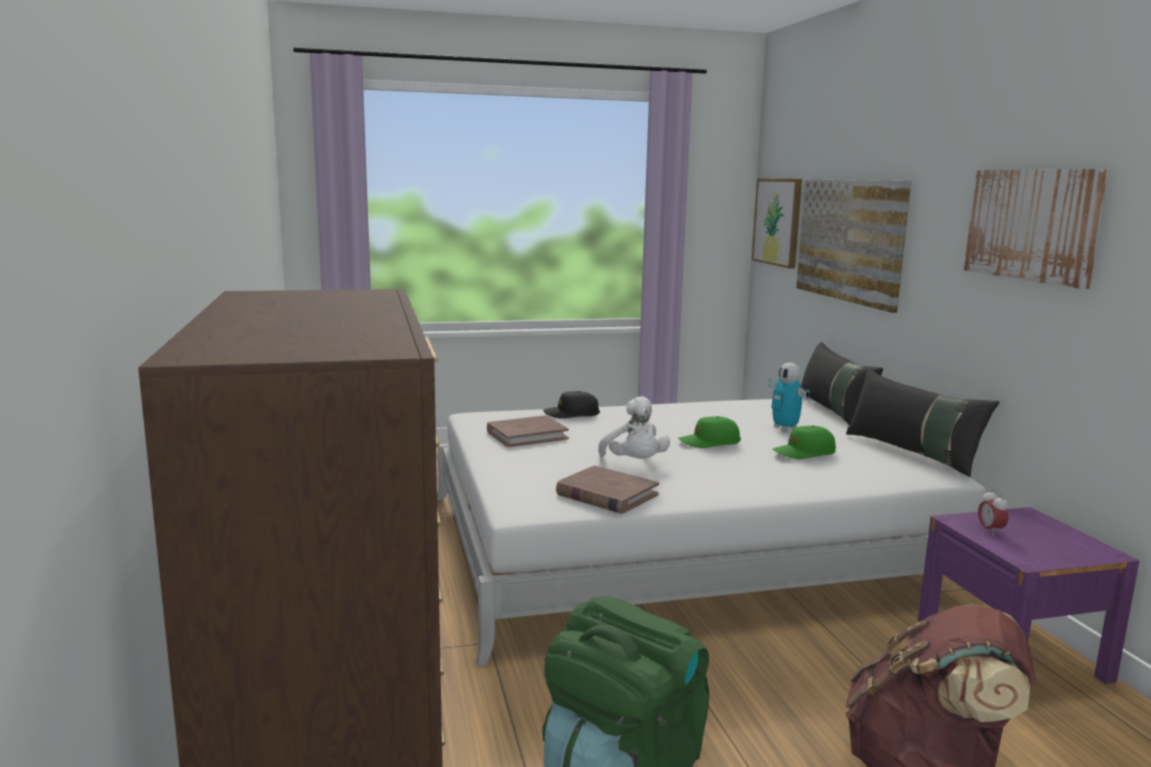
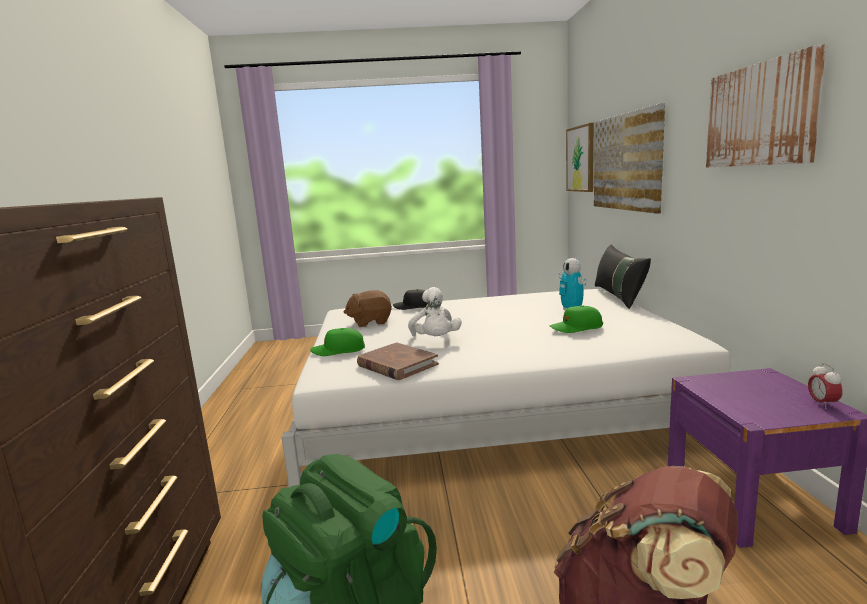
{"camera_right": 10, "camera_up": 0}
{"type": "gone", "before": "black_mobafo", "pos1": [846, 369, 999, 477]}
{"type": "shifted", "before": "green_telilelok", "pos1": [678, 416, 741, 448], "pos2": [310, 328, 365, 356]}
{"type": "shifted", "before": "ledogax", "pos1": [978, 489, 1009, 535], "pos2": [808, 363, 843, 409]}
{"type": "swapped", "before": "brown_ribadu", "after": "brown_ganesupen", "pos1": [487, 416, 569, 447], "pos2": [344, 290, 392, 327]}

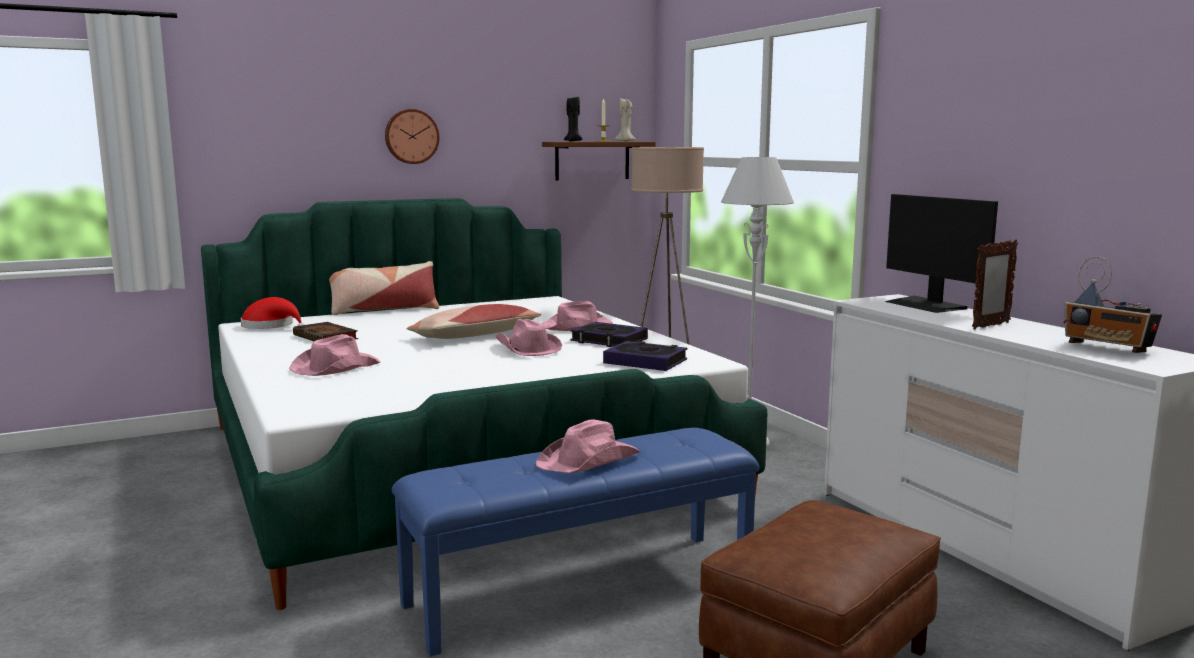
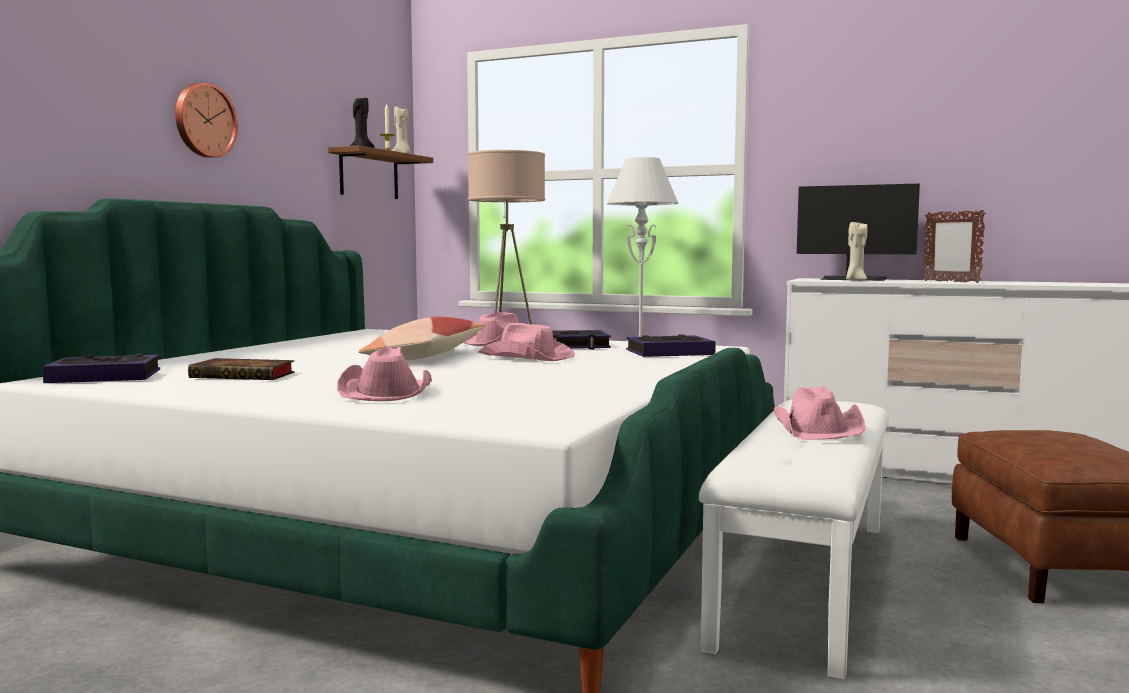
{"camera_right": -40, "camera_up": -5}
{"type": "gone", "before": "mobafo", "pos1": [329, 261, 439, 315]}
{"type": "gone", "before": "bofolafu", "pos1": [1063, 256, 1162, 353]}
{"type": "new", "after": "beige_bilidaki", "pos2": [846, 220, 867, 281]}
{"type": "swapped", "before": "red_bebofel", "after": "ribadu", "pos1": [241, 297, 304, 329], "pos2": [42, 353, 160, 383]}
{"type": "repainted", "before": "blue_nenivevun", "after": "white_nenivevun", "pos1": [392, 428, 760, 657], "pos2": [699, 400, 889, 680]}
{"type": "rotated", "before": "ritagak", "pos1": [972, 239, 1018, 329], "pos2": [923, 210, 986, 283], "turn": 120}

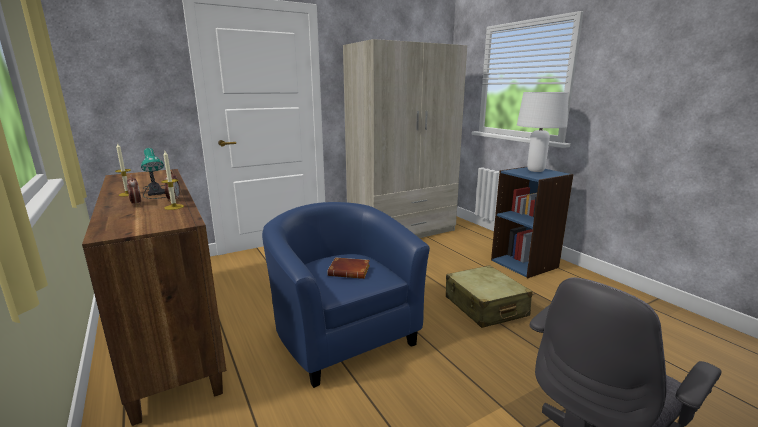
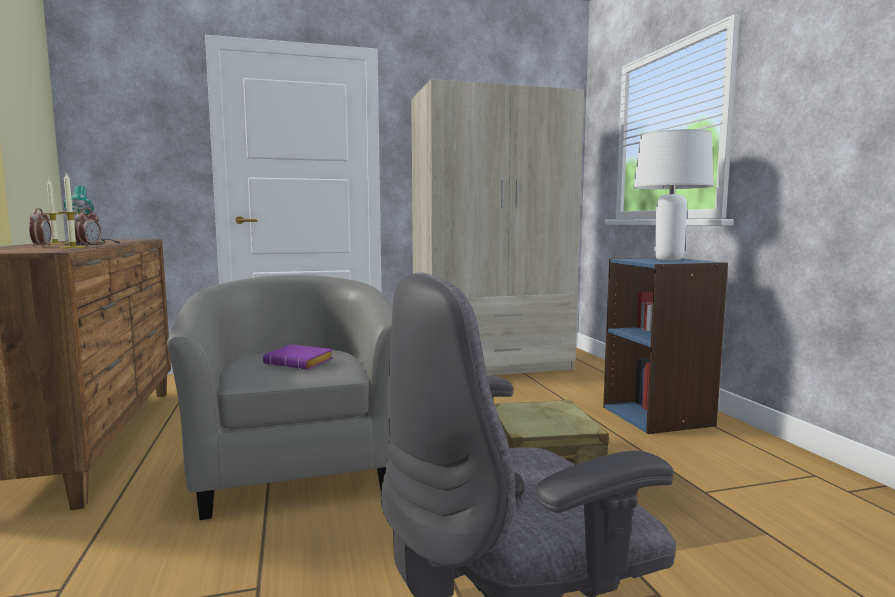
{"camera_right": 15, "camera_up": -10}
{"type": "repainted", "before": "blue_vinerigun", "after": "grey_vinerigun", "pos1": [262, 202, 430, 388], "pos2": [167, 275, 393, 520]}
{"type": "repainted", "before": "brown_ribadu", "after": "purple_ribadu", "pos1": [327, 257, 370, 279], "pos2": [263, 344, 333, 370]}

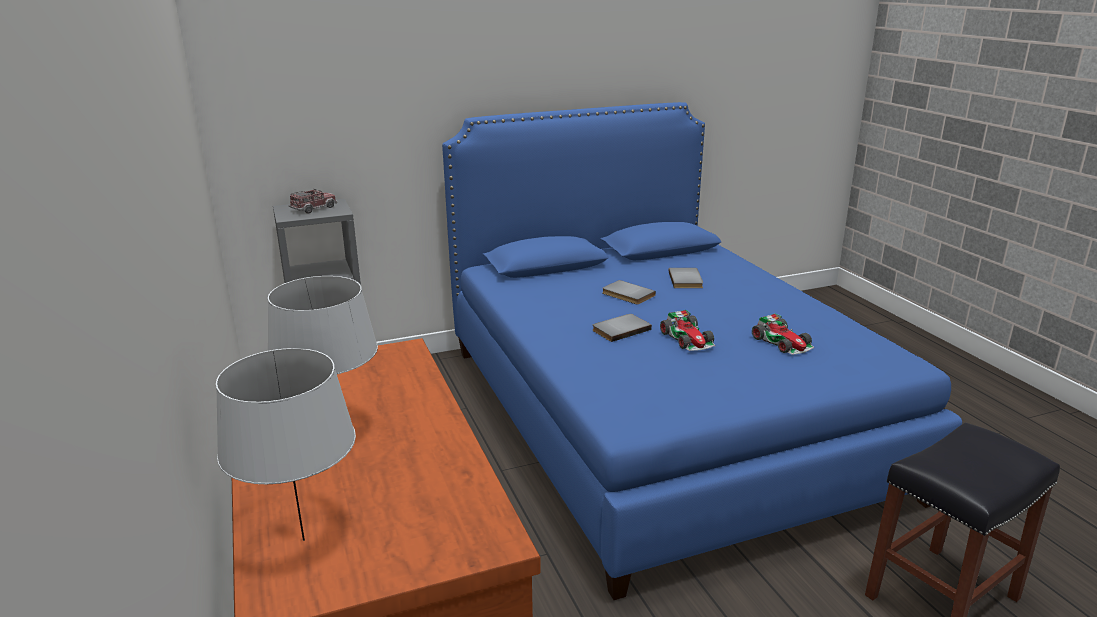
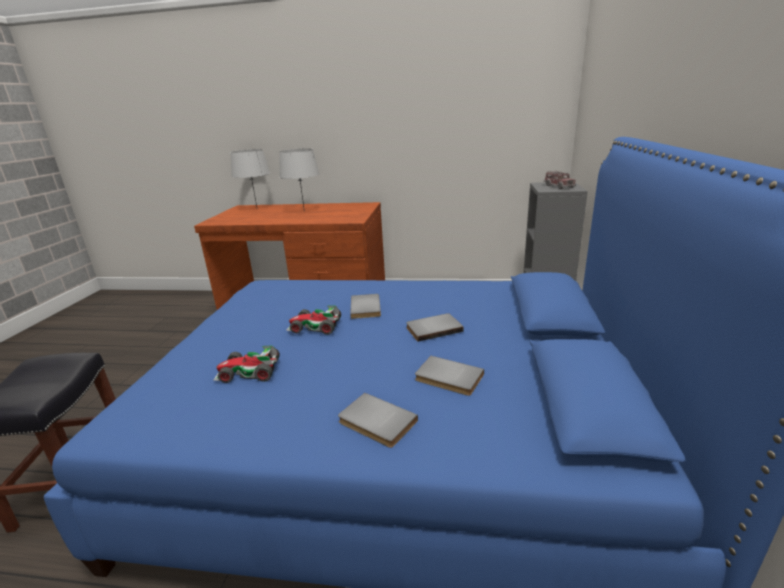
{"camera_right": 120, "camera_up": 0}
{"type": "new", "after": "grey_ribadu", "pos2": [338, 393, 418, 448]}

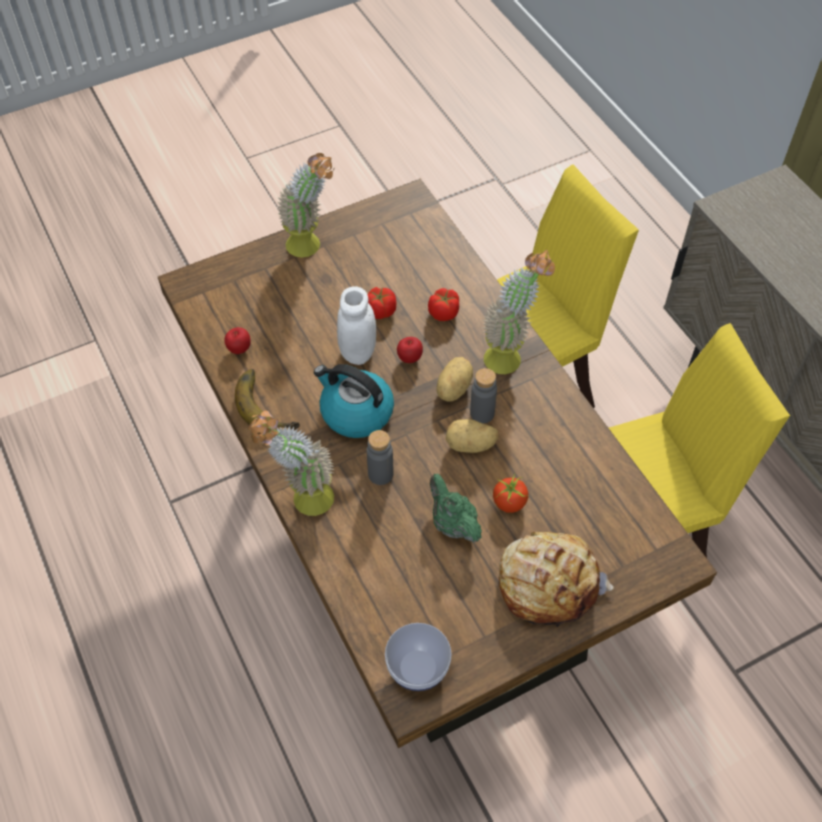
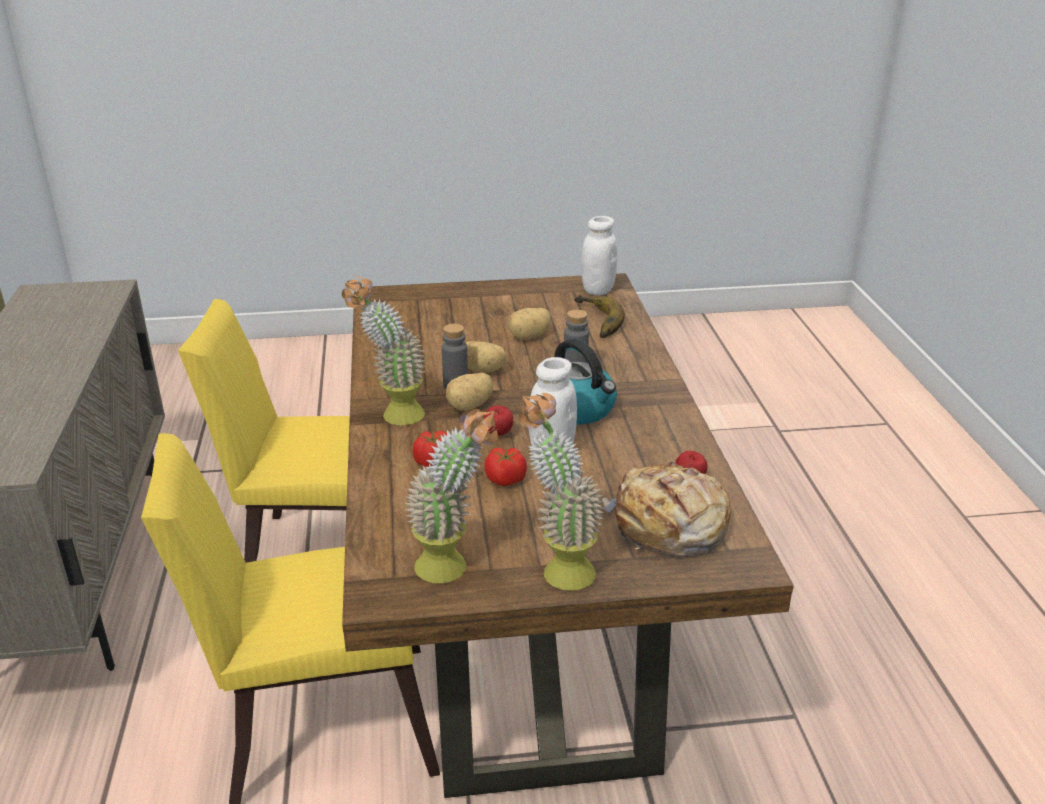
{"camera_right": -160, "camera_up": -25}
{"type": "gone", "before": "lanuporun", "pos1": [493, 474, 529, 513]}
{"type": "shifted", "before": "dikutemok", "pos1": [235, 369, 300, 430], "pos2": [574, 295, 625, 338]}
{"type": "shifted", "before": "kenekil", "pos1": [248, 411, 334, 516], "pos2": [406, 409, 498, 583]}
{"type": "shifted", "before": "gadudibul", "pos1": [499, 532, 614, 627], "pos2": [602, 462, 730, 557]}
{"type": "swapped", "before": "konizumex", "after": "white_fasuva", "pos1": [385, 623, 452, 691], "pos2": [581, 216, 617, 295]}
{"type": "swapped", "before": "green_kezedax", "after": "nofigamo", "pos1": [430, 474, 482, 543], "pos2": [508, 308, 551, 340]}

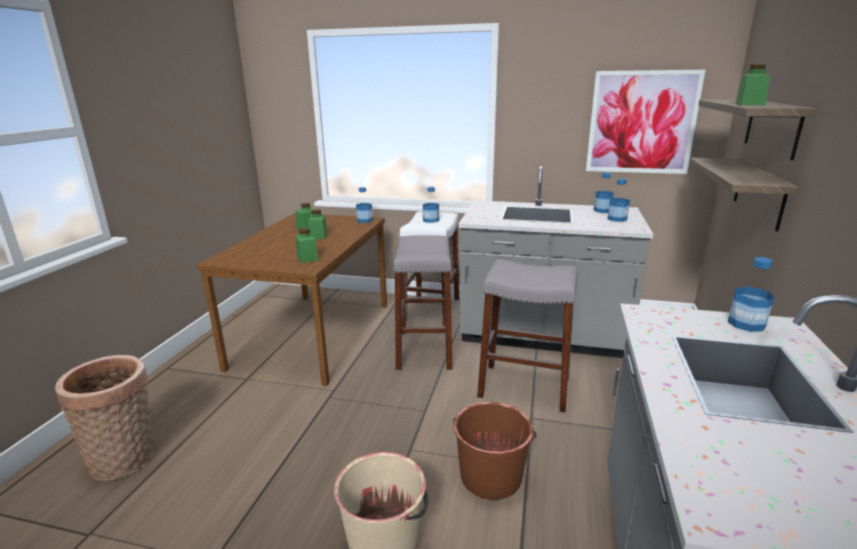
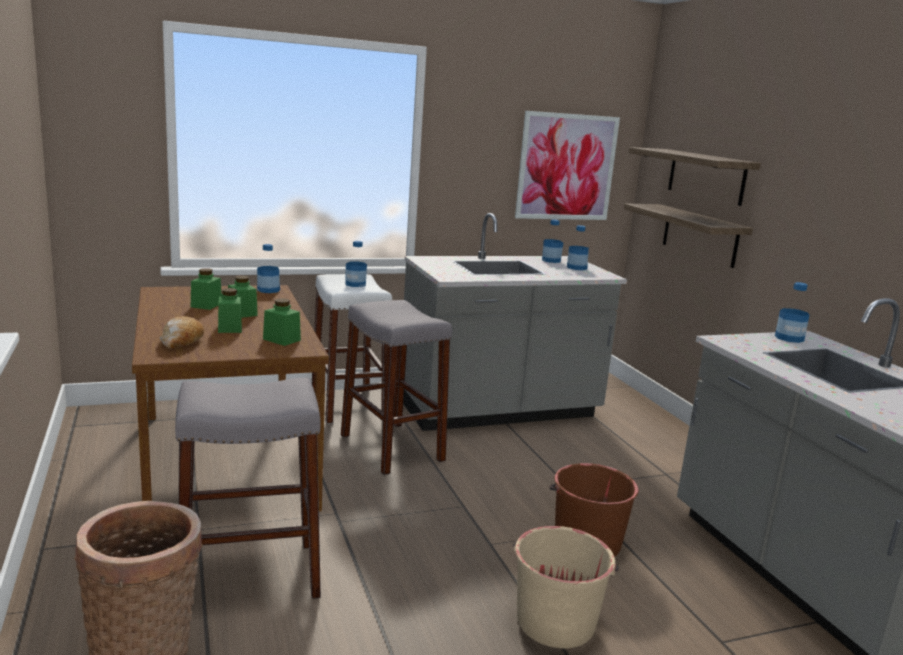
{"camera_right": -35, "camera_up": -5}
{"type": "new", "after": "gadudibul", "pos2": [160, 316, 204, 349]}
{"type": "shifted", "before": "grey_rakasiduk", "pos1": [477, 259, 578, 413], "pos2": [175, 378, 321, 599]}
{"type": "shifted", "before": "green_fasuva", "pos1": [735, 65, 771, 106], "pos2": [218, 288, 242, 333]}

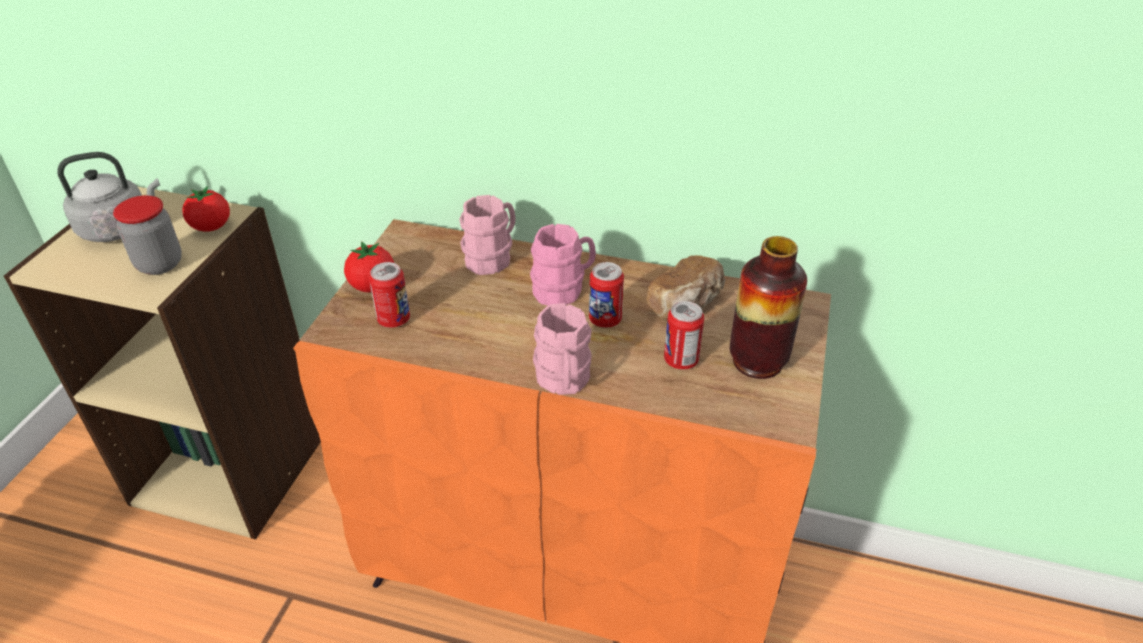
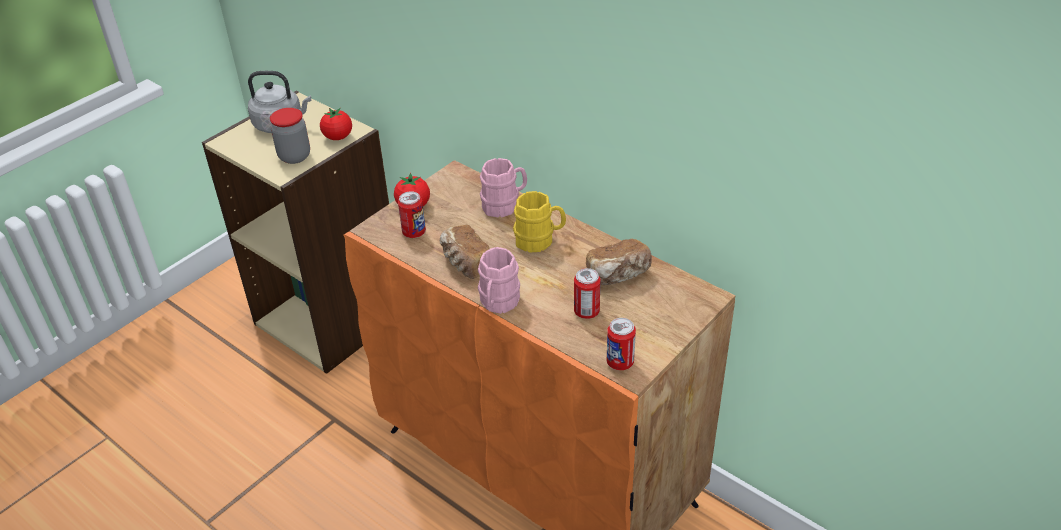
{"camera_right": 25, "camera_up": 0}
{"type": "gone", "before": "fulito", "pos1": [730, 236, 807, 379]}
{"type": "new", "after": "gadudibul", "pos2": [440, 225, 490, 279]}
{"type": "shifted", "before": "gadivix", "pos1": [589, 262, 624, 328], "pos2": [607, 318, 636, 370]}
{"type": "repainted", "before": "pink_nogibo", "after": "yellow_nogibo", "pos1": [530, 224, 596, 305], "pos2": [513, 191, 566, 253]}

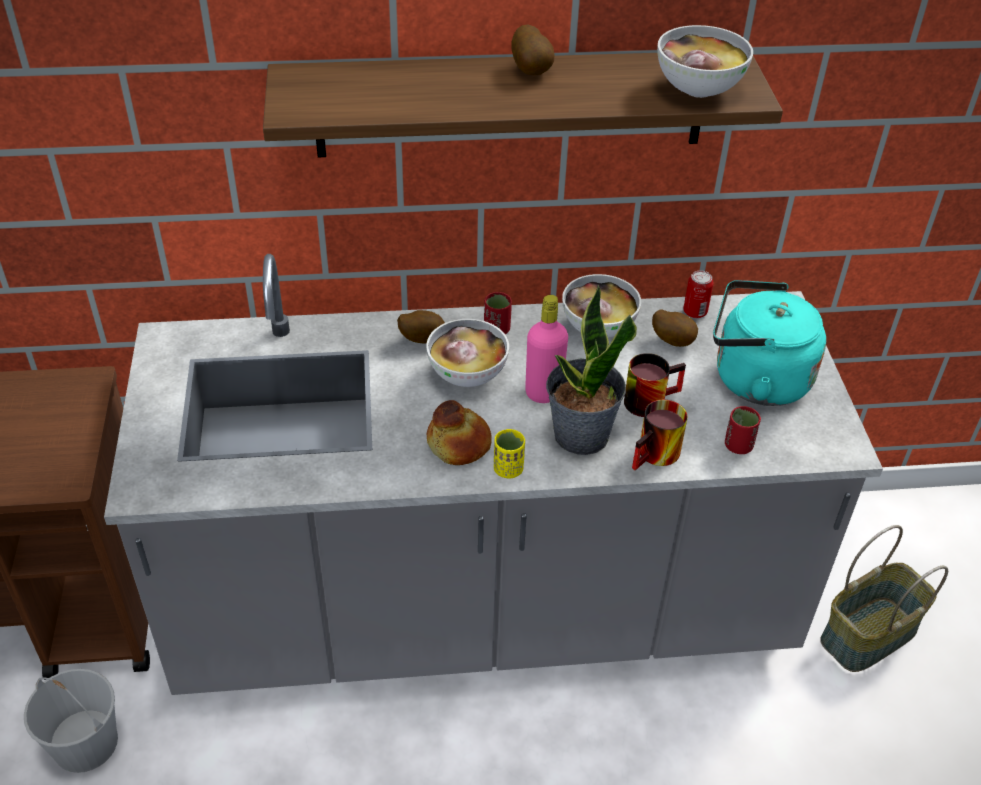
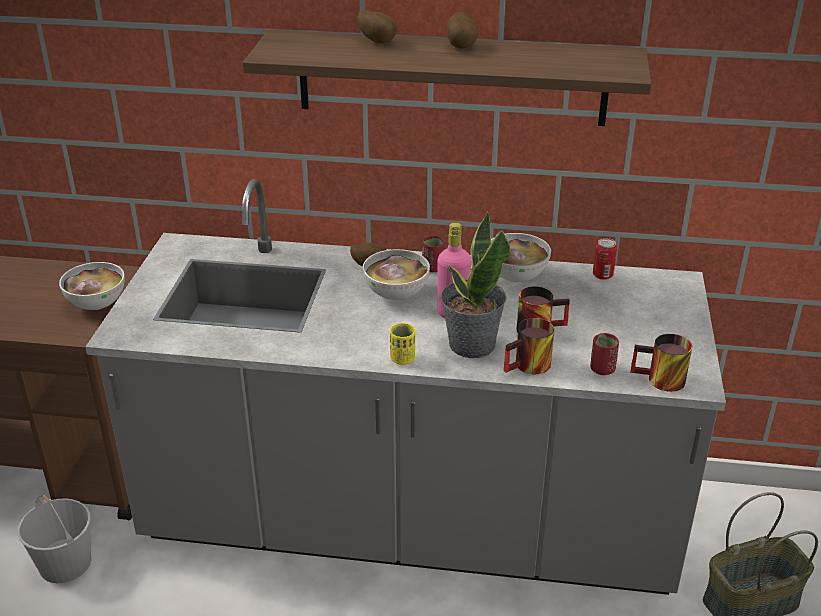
{"camera_right": 15, "camera_up": -10}
{"type": "gone", "before": "gadudibul", "pos1": [427, 400, 492, 465]}
{"type": "gone", "before": "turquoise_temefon", "pos1": [713, 280, 826, 406]}
{"type": "new", "after": "nogibo", "pos2": [630, 334, 692, 392]}
{"type": "shifted", "before": "nofigamo", "pos1": [652, 309, 698, 347], "pos2": [357, 10, 397, 44]}
{"type": "shifted", "before": "konizumex", "pos1": [657, 25, 753, 98], "pos2": [59, 262, 125, 310]}

